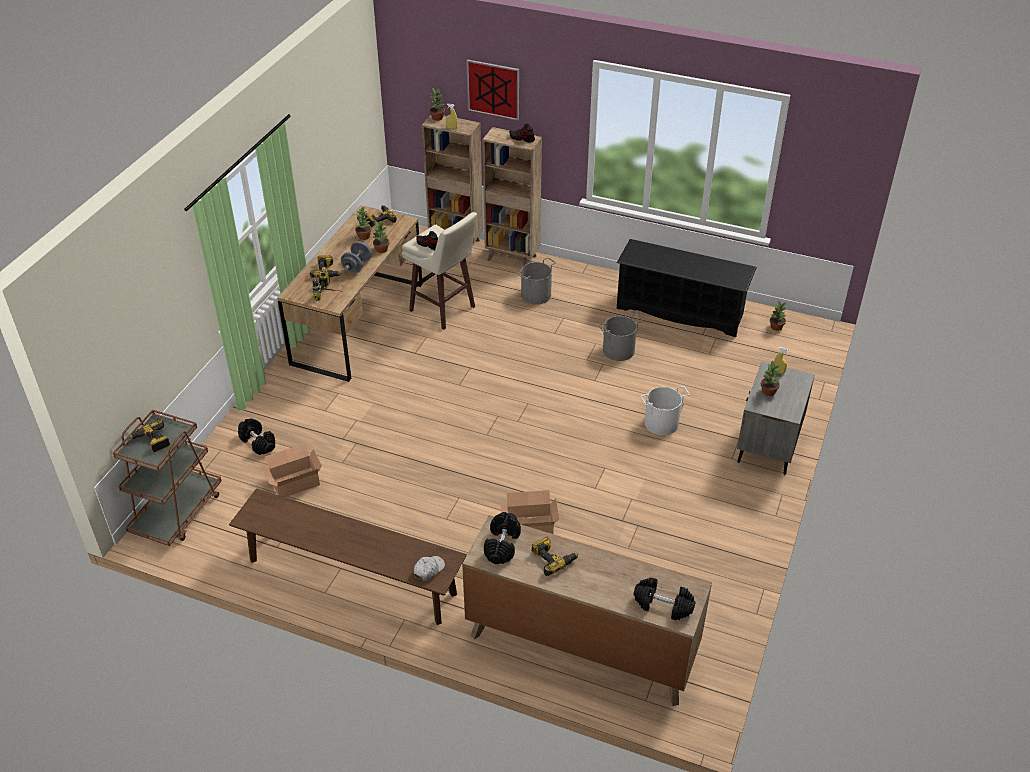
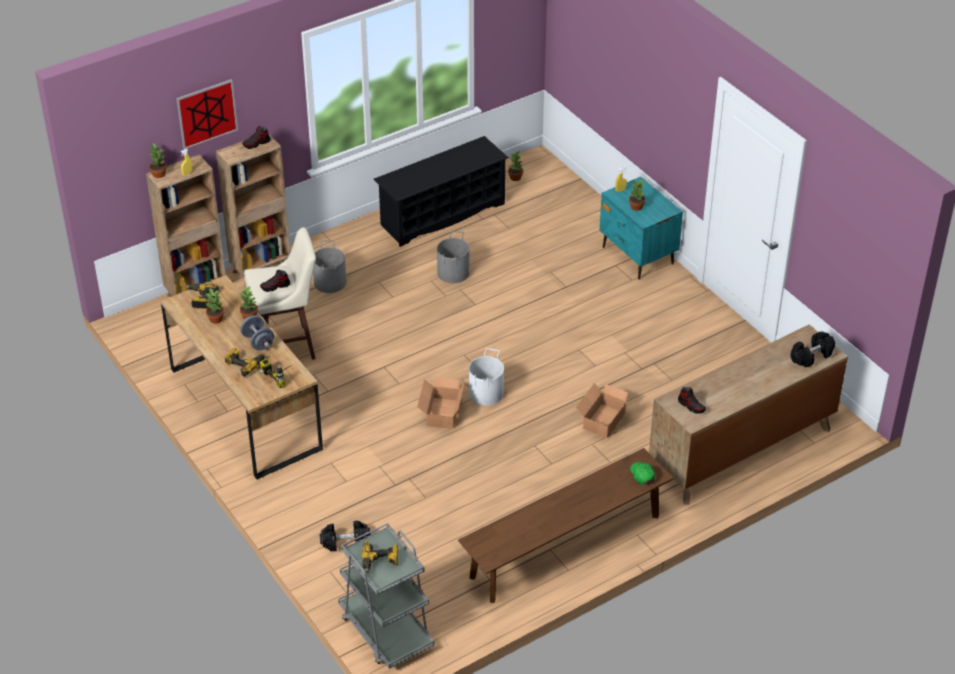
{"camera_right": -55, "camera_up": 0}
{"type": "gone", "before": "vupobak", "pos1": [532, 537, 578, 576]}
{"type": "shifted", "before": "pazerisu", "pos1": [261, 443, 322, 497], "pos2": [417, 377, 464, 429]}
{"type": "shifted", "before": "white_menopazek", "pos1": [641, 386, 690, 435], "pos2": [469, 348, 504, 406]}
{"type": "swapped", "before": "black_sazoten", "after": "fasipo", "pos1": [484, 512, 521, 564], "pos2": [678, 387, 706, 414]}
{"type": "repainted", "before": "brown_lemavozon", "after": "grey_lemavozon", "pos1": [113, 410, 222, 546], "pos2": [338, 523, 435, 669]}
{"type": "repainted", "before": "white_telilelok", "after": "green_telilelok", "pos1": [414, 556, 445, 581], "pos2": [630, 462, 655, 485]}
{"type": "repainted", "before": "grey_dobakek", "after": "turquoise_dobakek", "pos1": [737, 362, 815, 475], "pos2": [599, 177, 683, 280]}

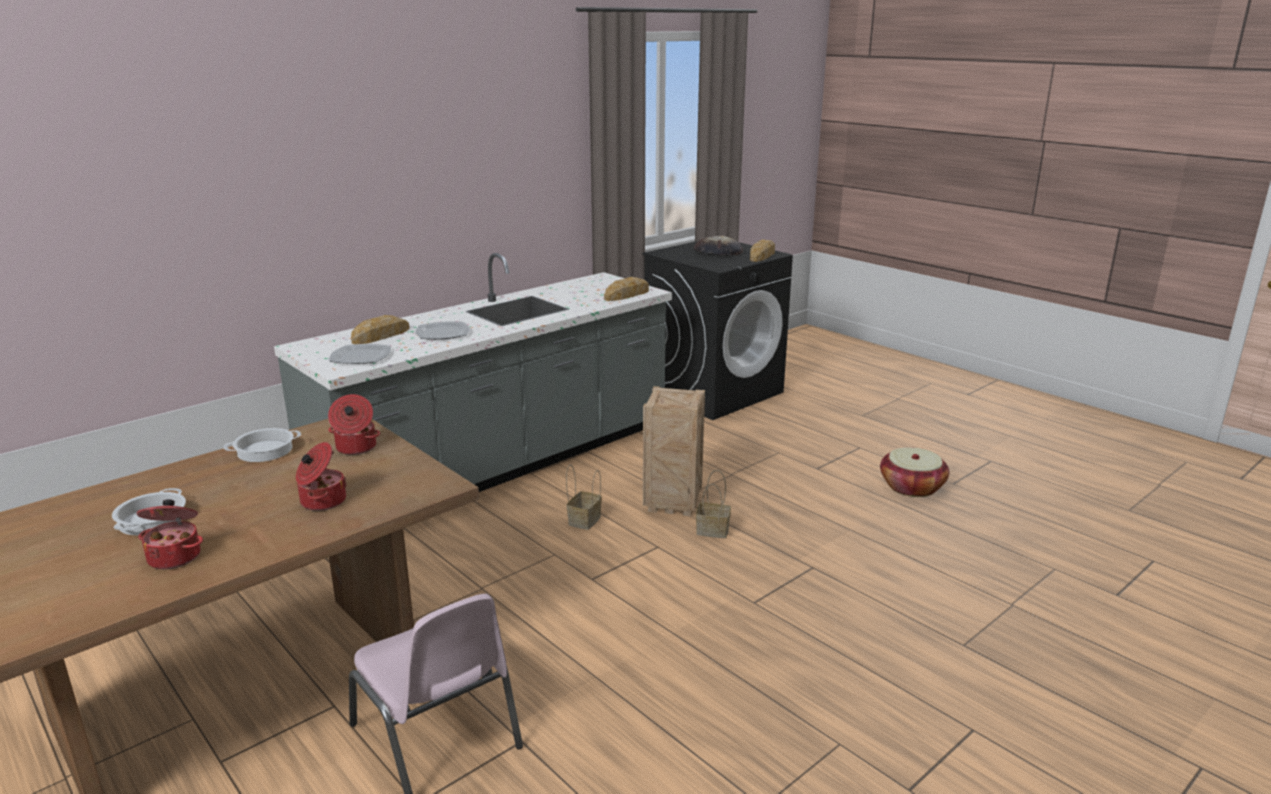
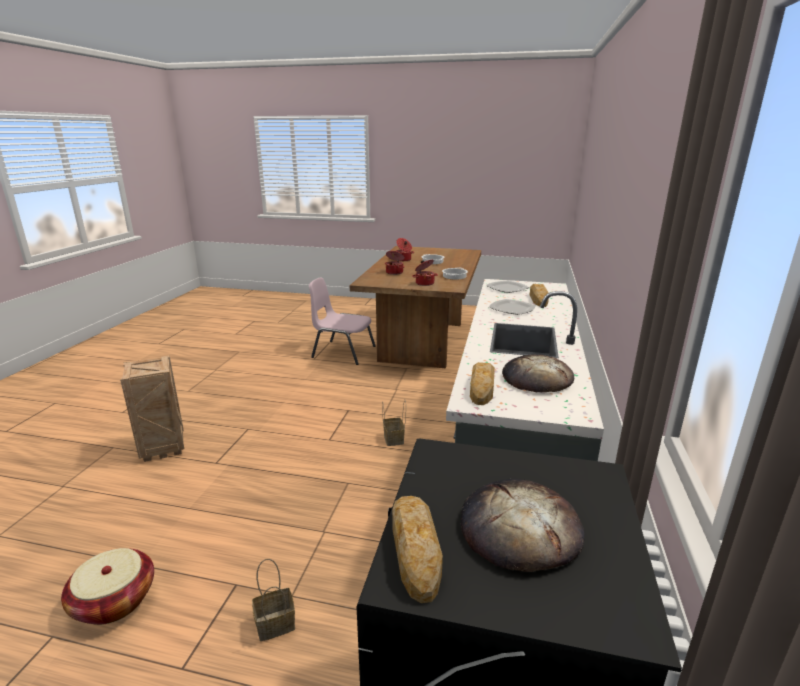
{"camera_right": 145, "camera_up": 0}
{"type": "new", "after": "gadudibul", "pos2": [502, 355, 574, 392]}
{"type": "shifted", "before": "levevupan", "pos1": [643, 386, 705, 516], "pos2": [120, 355, 184, 462]}
{"type": "shifted", "before": "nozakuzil", "pos1": [696, 470, 731, 538], "pos2": [252, 559, 295, 641]}

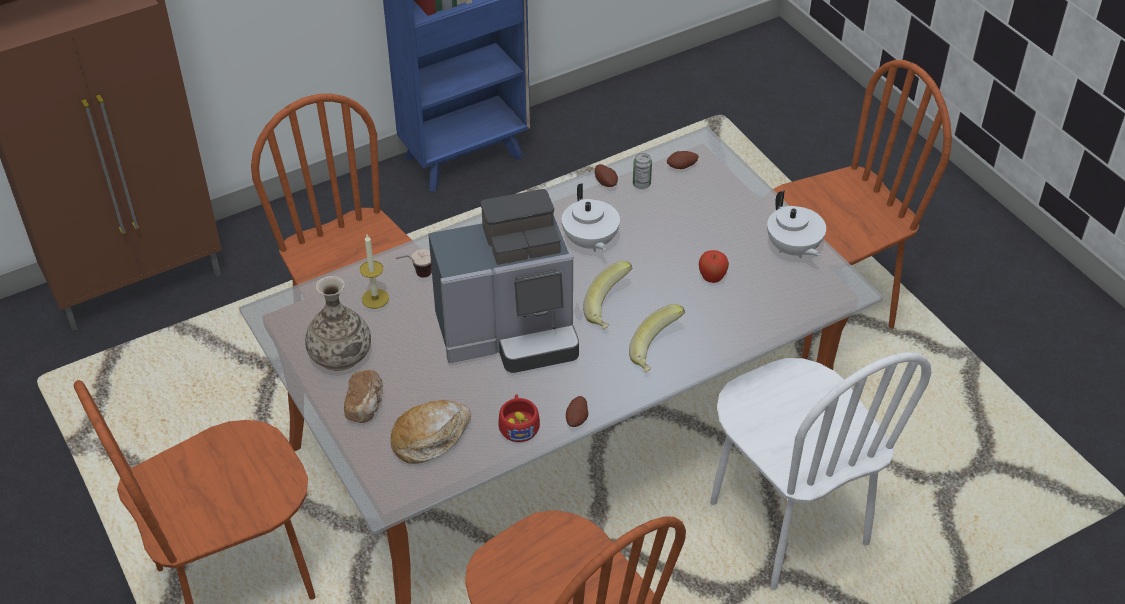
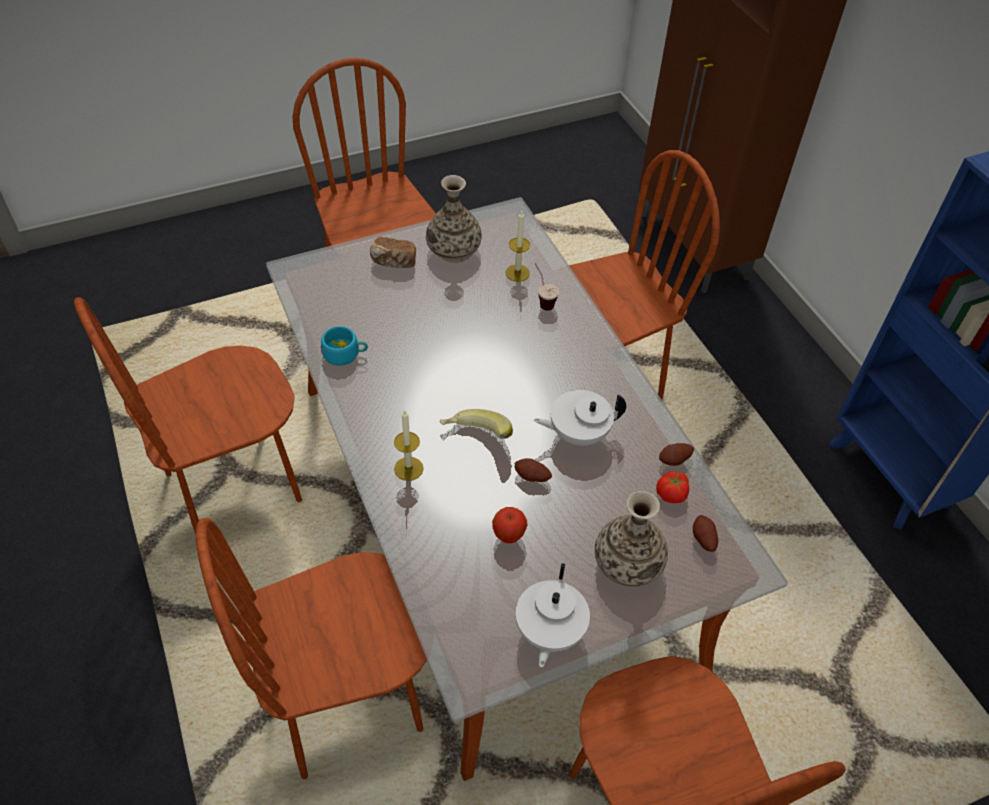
{"camera_right": 95, "camera_up": 5}
{"type": "gone", "before": "gadudibul", "pos1": [391, 400, 471, 464]}
{"type": "gone", "before": "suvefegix", "pos1": [428, 189, 579, 373]}
{"type": "new", "after": "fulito", "pos2": [595, 491, 668, 587]}
{"type": "shifted", "before": "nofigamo", "pos1": [566, 396, 588, 427], "pos2": [515, 458, 552, 482]}
{"type": "swapped", "before": "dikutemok", "after": "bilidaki", "pos1": [629, 304, 685, 373], "pos2": [394, 409, 424, 481]}
{"type": "swapped", "before": "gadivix", "after": "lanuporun", "pos1": [633, 153, 652, 189], "pos2": [656, 471, 689, 503]}
{"type": "repainted", "before": "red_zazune", "after": "turquoise_zazune", "pos1": [498, 394, 540, 442], "pos2": [321, 326, 368, 366]}
{"type": "repainted", "before": "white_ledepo", "after": "brown_ledepo", "pos1": [710, 352, 931, 590], "pos2": [196, 518, 427, 779]}
{"type": "rotated", "before": "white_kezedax", "pos1": [767, 191, 826, 258], "pos2": [516, 563, 590, 668], "turn": -60}

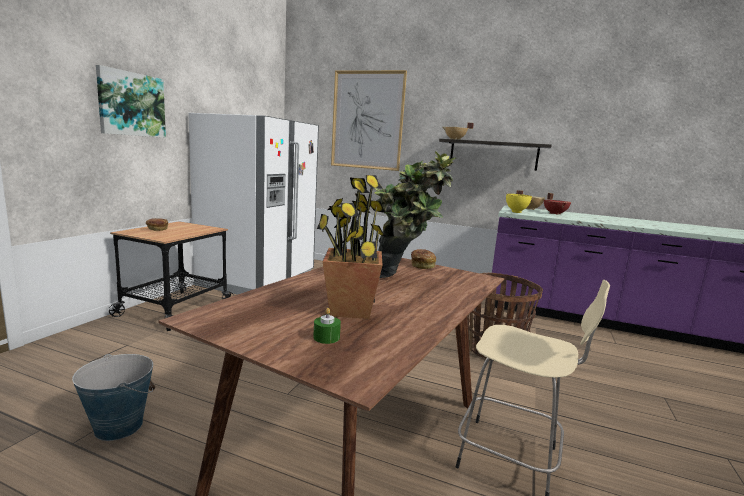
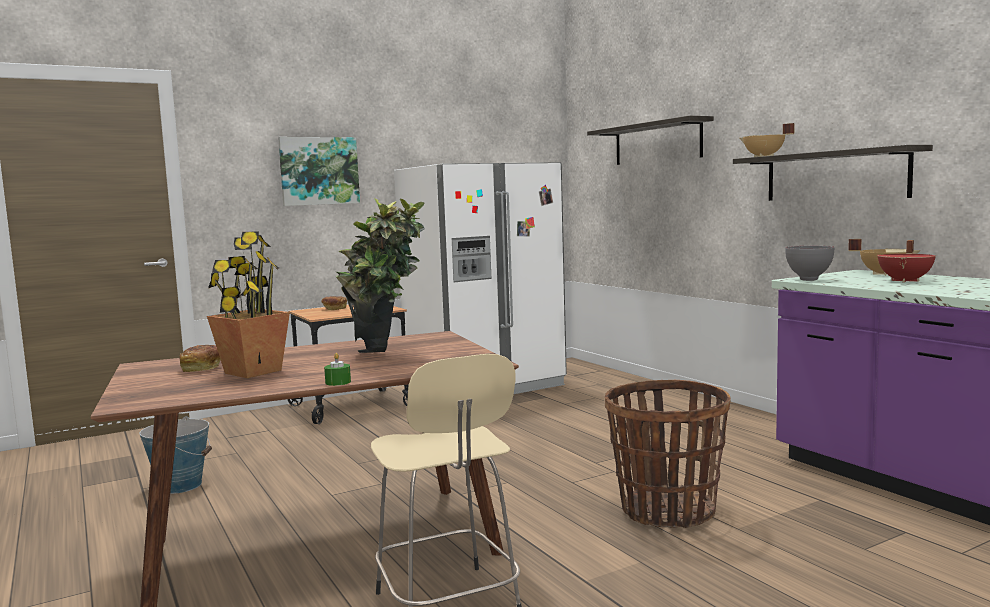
{"camera_right": 40, "camera_up": -5}
{"type": "shifted", "before": "green_bilidaki", "pos1": [313, 308, 341, 344], "pos2": [324, 353, 351, 386]}
{"type": "shifted", "before": "gadudibul", "pos1": [411, 249, 436, 269], "pos2": [180, 345, 221, 372]}
{"type": "swapped", "before": "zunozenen", "after": "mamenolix", "pos1": [331, 70, 407, 171], "pos2": [587, 116, 714, 165]}
{"type": "repainted", "before": "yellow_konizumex", "after": "grey_konizumex", "pos1": [506, 194, 532, 213], "pos2": [785, 246, 834, 281]}

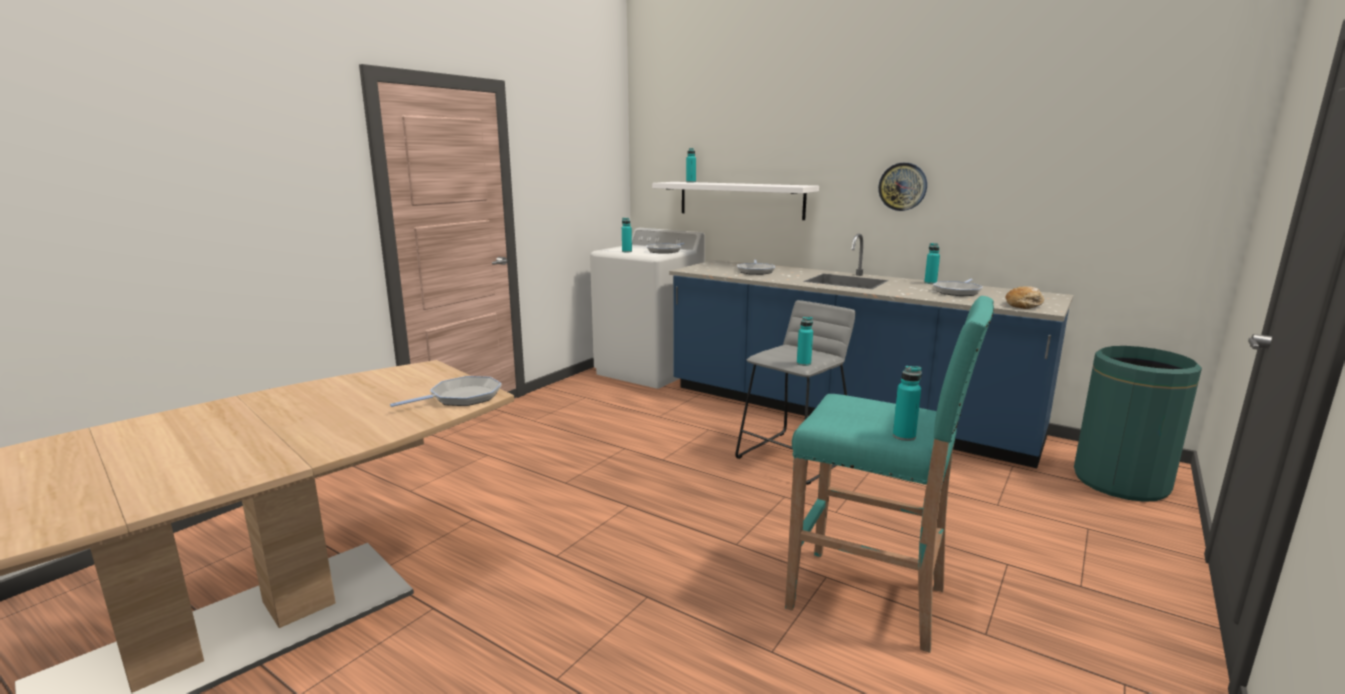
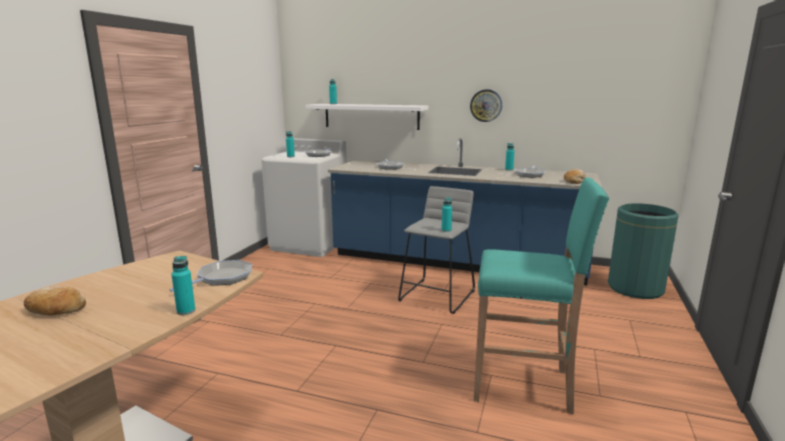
{"camera_right": -15, "camera_up": 0}
{"type": "new", "after": "gadudibul", "pos2": [24, 286, 86, 315]}
{"type": "shifted", "before": "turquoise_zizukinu", "pos1": [893, 366, 922, 441], "pos2": [171, 256, 195, 315]}

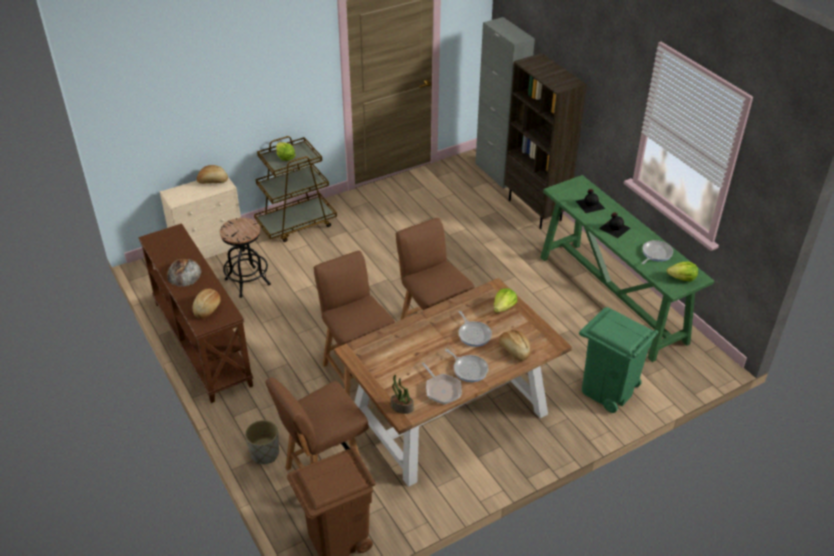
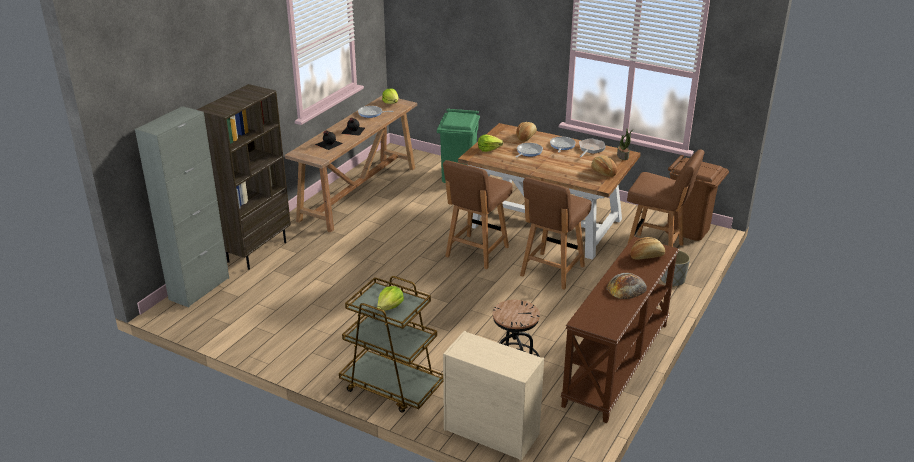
{"camera_right": -120, "camera_up": -10}
{"type": "shifted", "before": "gadudibul", "pos1": [197, 165, 228, 184], "pos2": [591, 155, 617, 177]}
{"type": "repainted", "before": "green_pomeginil", "after": "brown_pomeginil", "pos1": [540, 175, 714, 362], "pos2": [285, 95, 417, 232]}

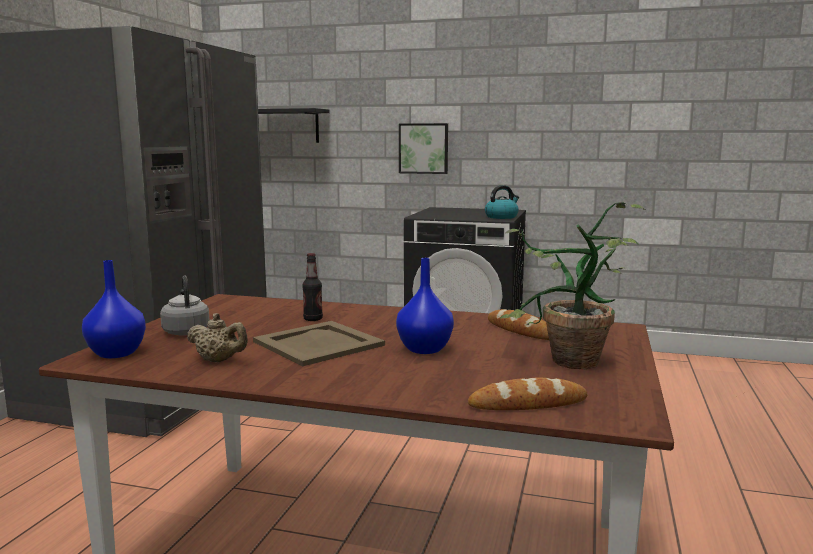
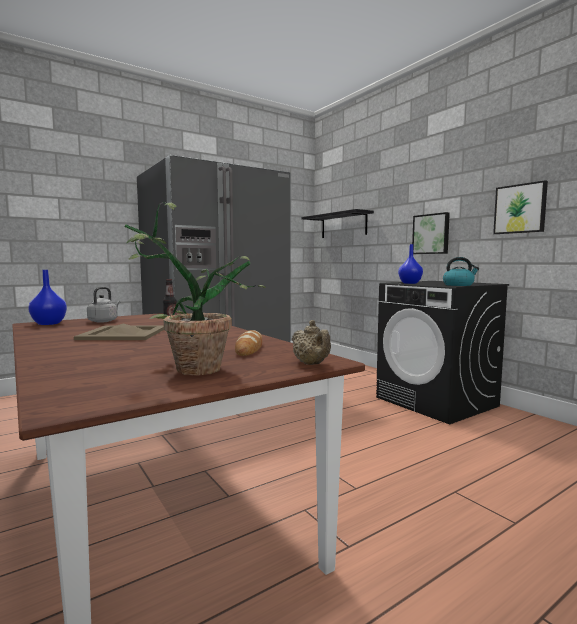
{"camera_right": 40, "camera_up": -5}
{"type": "gone", "before": "gadudibul", "pos1": [468, 378, 588, 410]}
{"type": "new", "after": "zunozenen", "pos2": [493, 180, 548, 234]}
{"type": "shifted", "before": "beige_kezedax", "pos1": [187, 313, 248, 362], "pos2": [292, 320, 331, 365]}
{"type": "shifted", "before": "blue_fulito", "pos1": [396, 258, 454, 354], "pos2": [398, 244, 423, 284]}

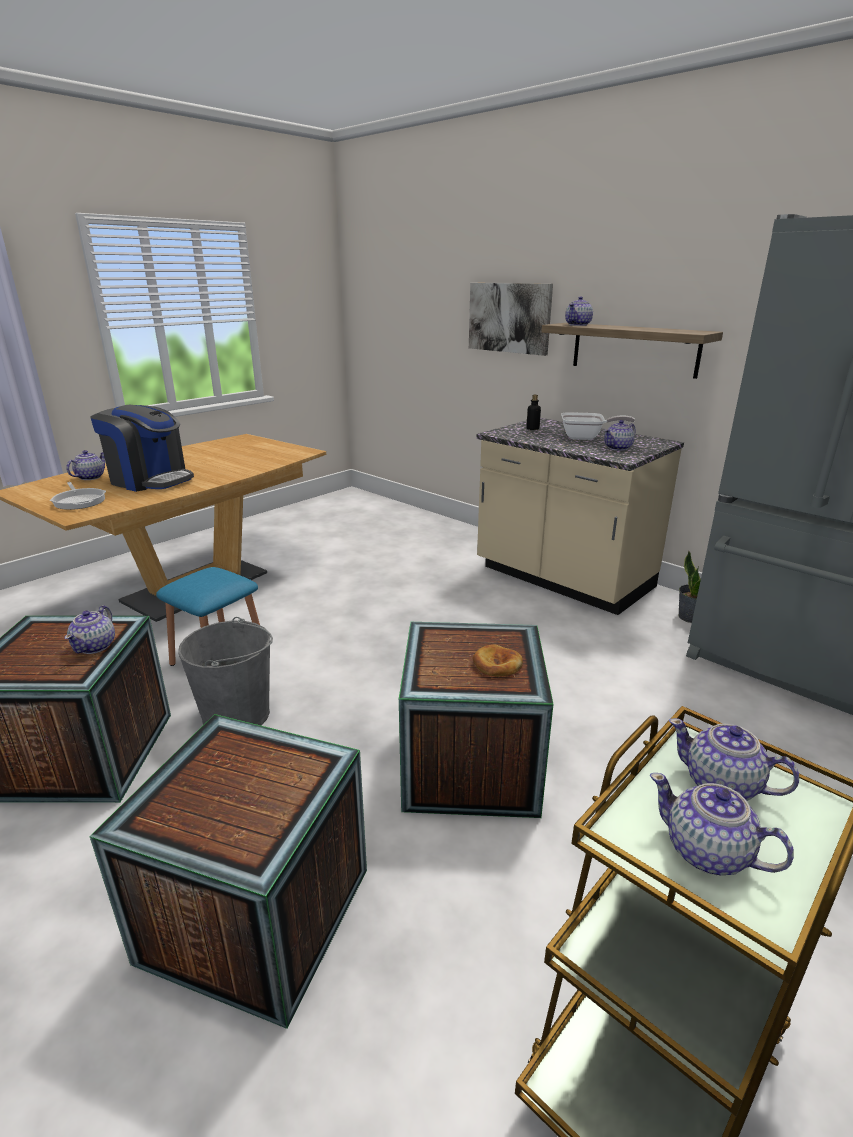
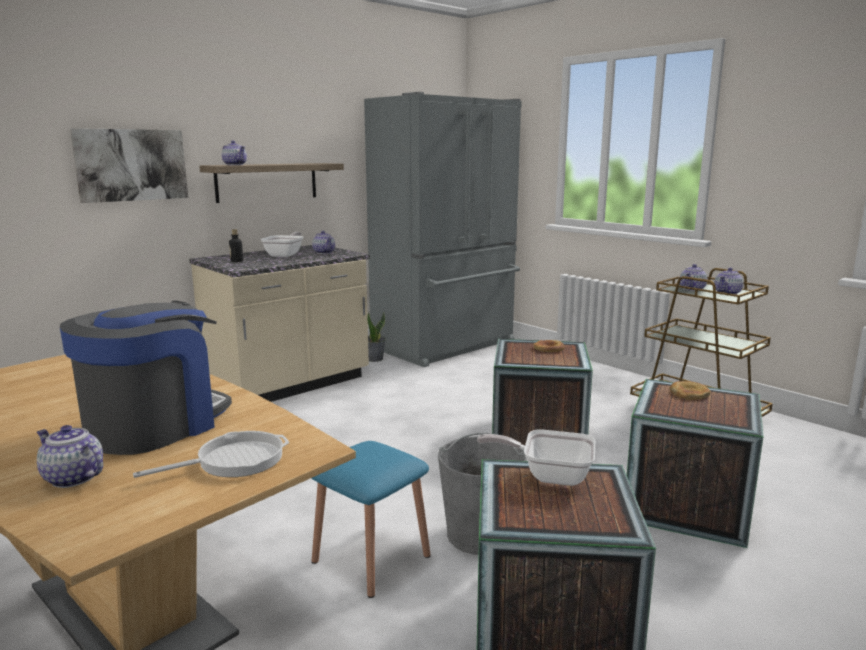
{"camera_right": -85, "camera_up": -10}
{"type": "new", "after": "gadudibul", "pos2": [669, 381, 711, 400]}
{"type": "swapped", "before": "kezedax", "after": "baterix", "pos1": [65, 605, 115, 654], "pos2": [477, 429, 595, 486]}

